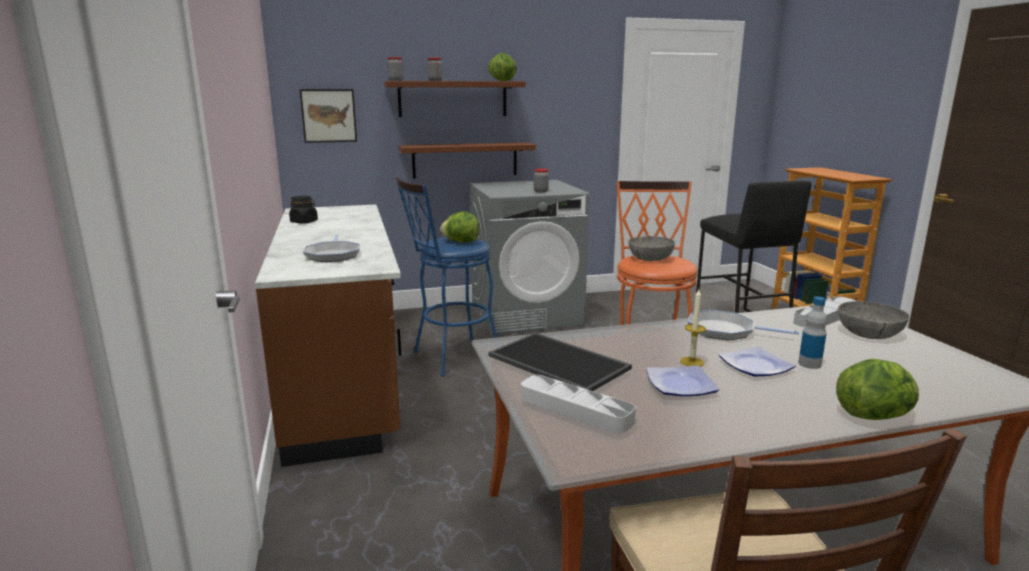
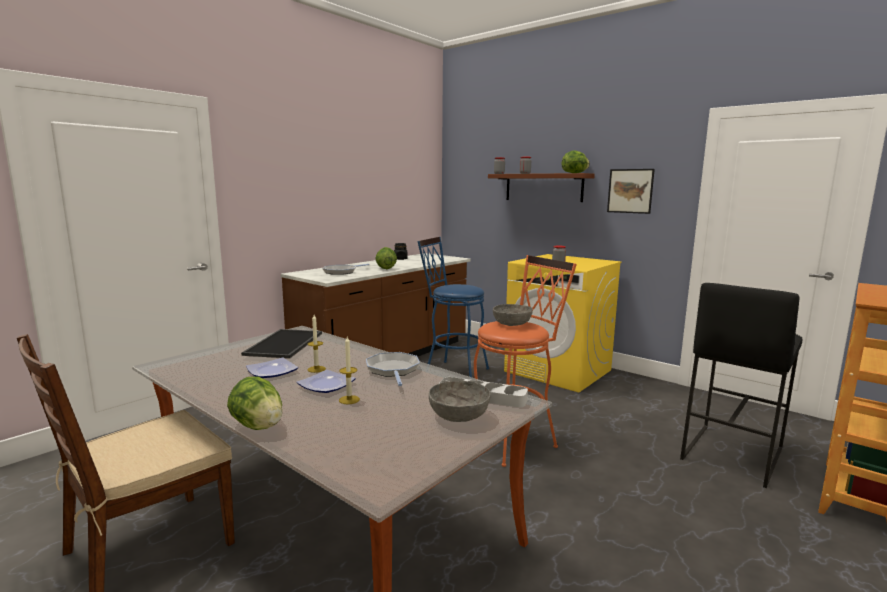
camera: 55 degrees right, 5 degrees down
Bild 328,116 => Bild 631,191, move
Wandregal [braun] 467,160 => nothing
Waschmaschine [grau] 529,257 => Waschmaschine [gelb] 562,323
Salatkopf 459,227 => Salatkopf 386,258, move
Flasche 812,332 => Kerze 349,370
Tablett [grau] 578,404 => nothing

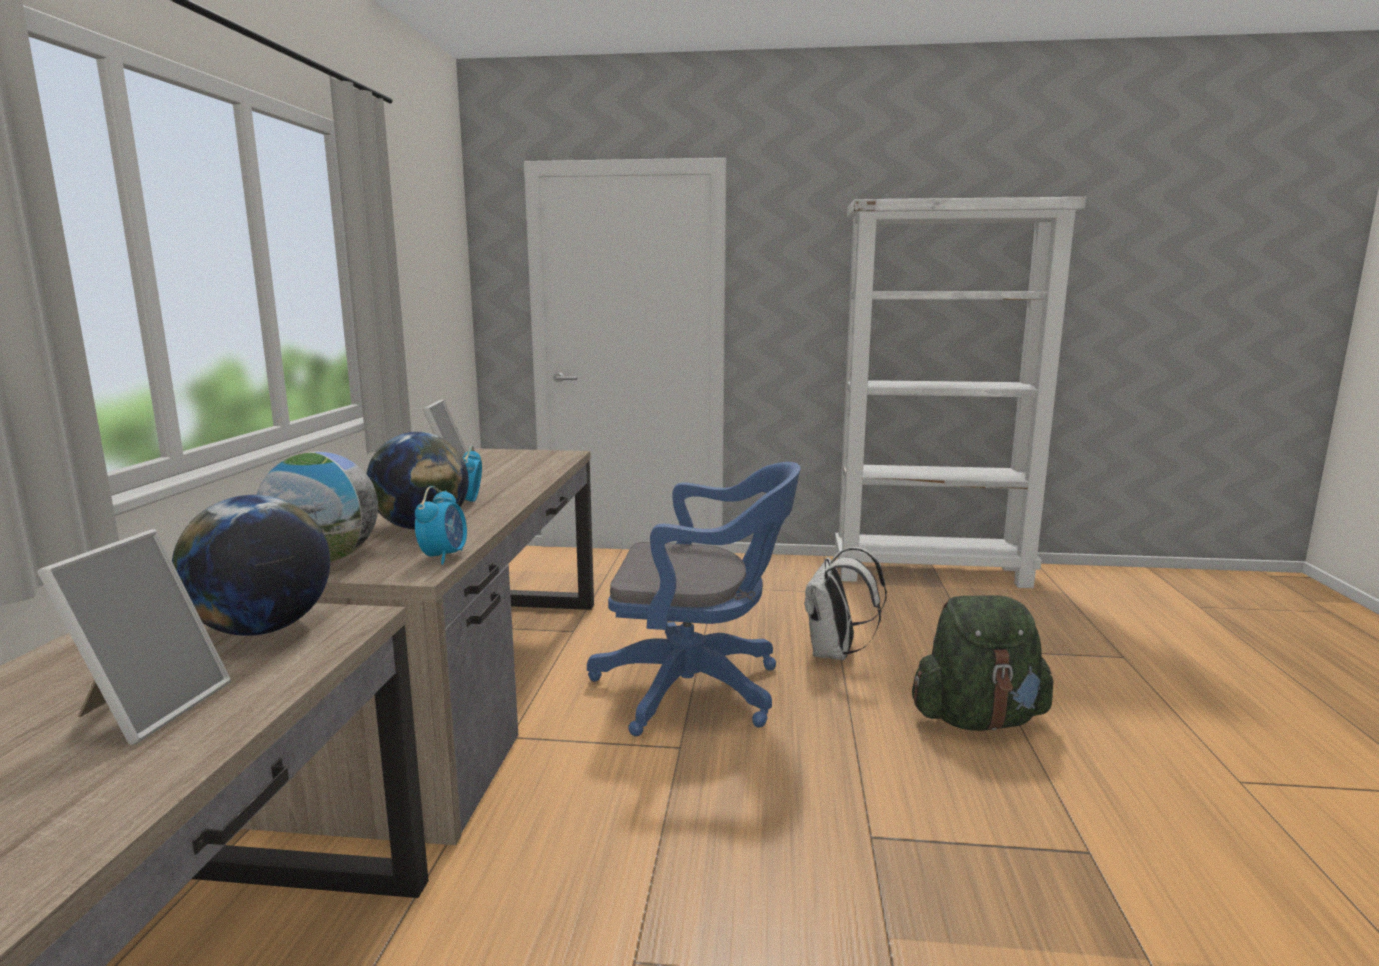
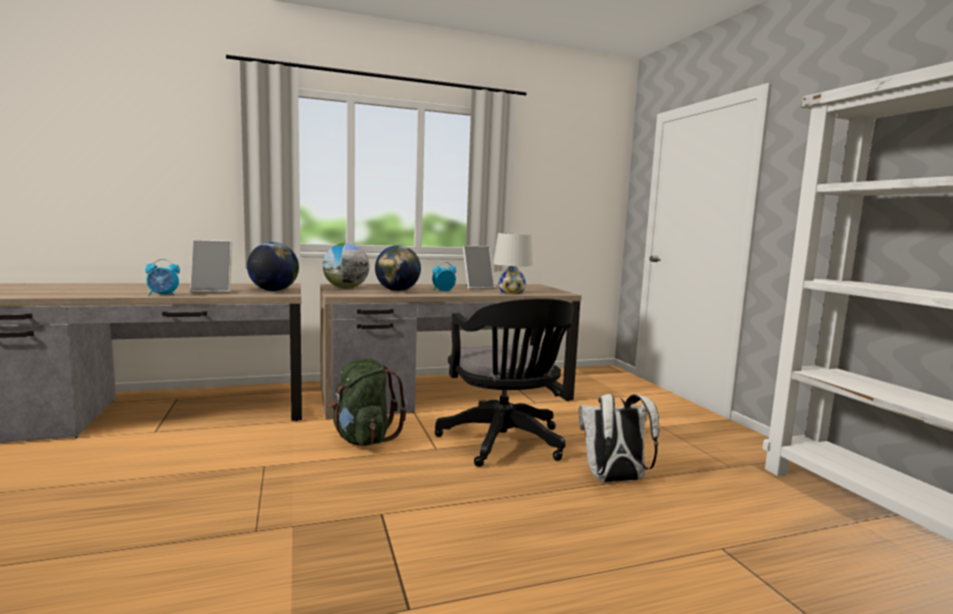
camera: 65 degrees right, 5 degrees down
Bürostuhl [blau] 694,599 => Bürostuhl [schwarz] 504,382
Wecker 441,525 => Wecker 162,277, move
Rucksack [grün] 983,663 => Rucksack [grün] 367,402, move
nothing => Tischlampe [weiß] 513,263

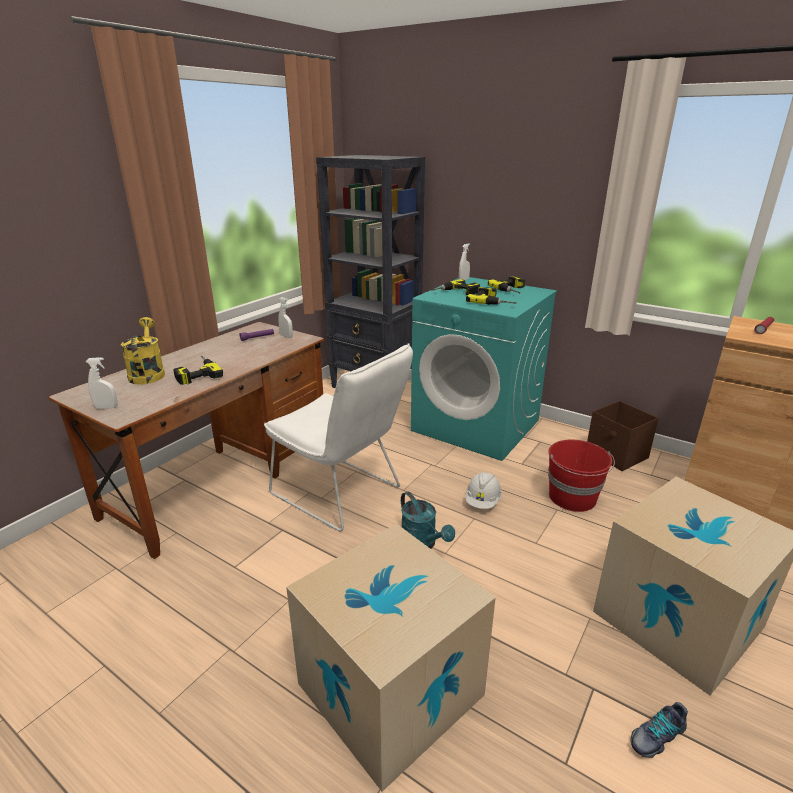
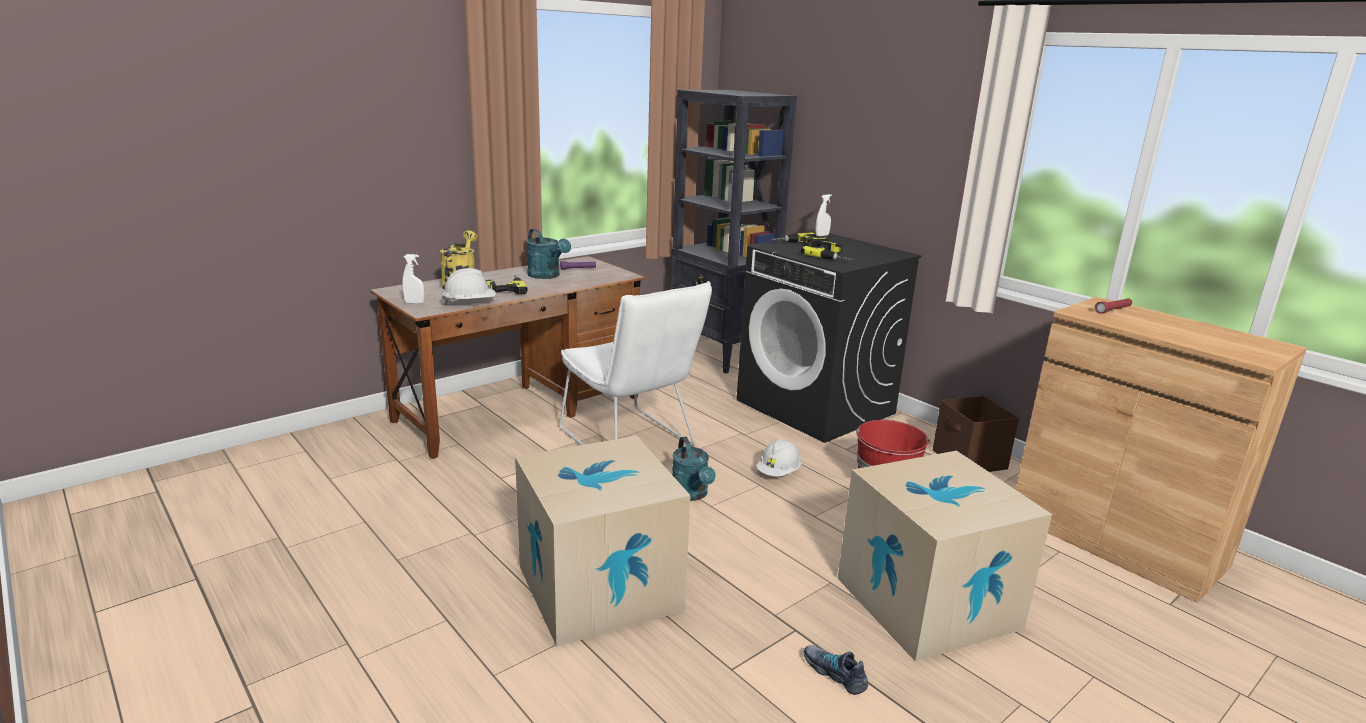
camera: 15 degrees right, 5 degrees down
Bohrmaschine 506,284 => nothing
Waschmaschine [türkis] 484,369 => Waschmaschine [schwarz] 829,338
Sprühflasche [weiß] 286,317 => nothing
Schuh 659,730 => Schuh 836,670, 60 degrees clockwise
nothing => Gießkanne [türkis] 549,254
nothing => Schutzhelm [weiß] 469,286

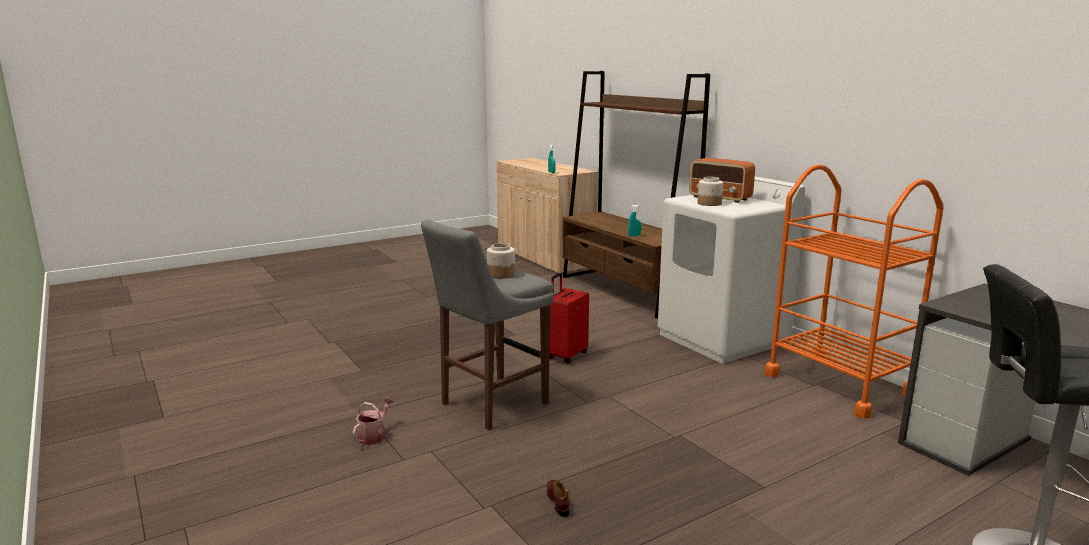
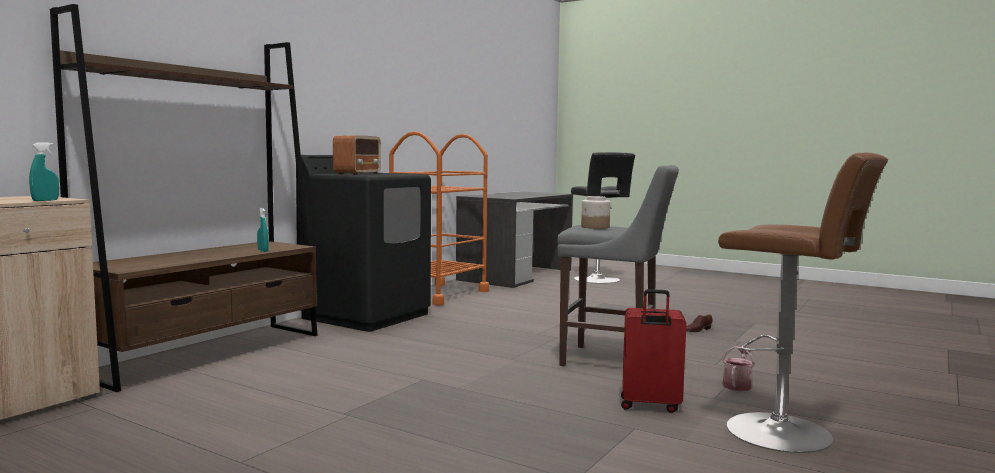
camera: 115 degrees left, 10 degrees down
Waschmaschine [weiß] 731,270 => Waschmaschine [schwarz] 363,243
Vorratsglas 710,191 => nothing
Koffer [rot] 569,318 => Koffer [rot] 653,351, move
Gießkanne 373,421 => Gießkanne 738,368, 120 degrees clockwise
nothing => Hocker [braun] 803,303

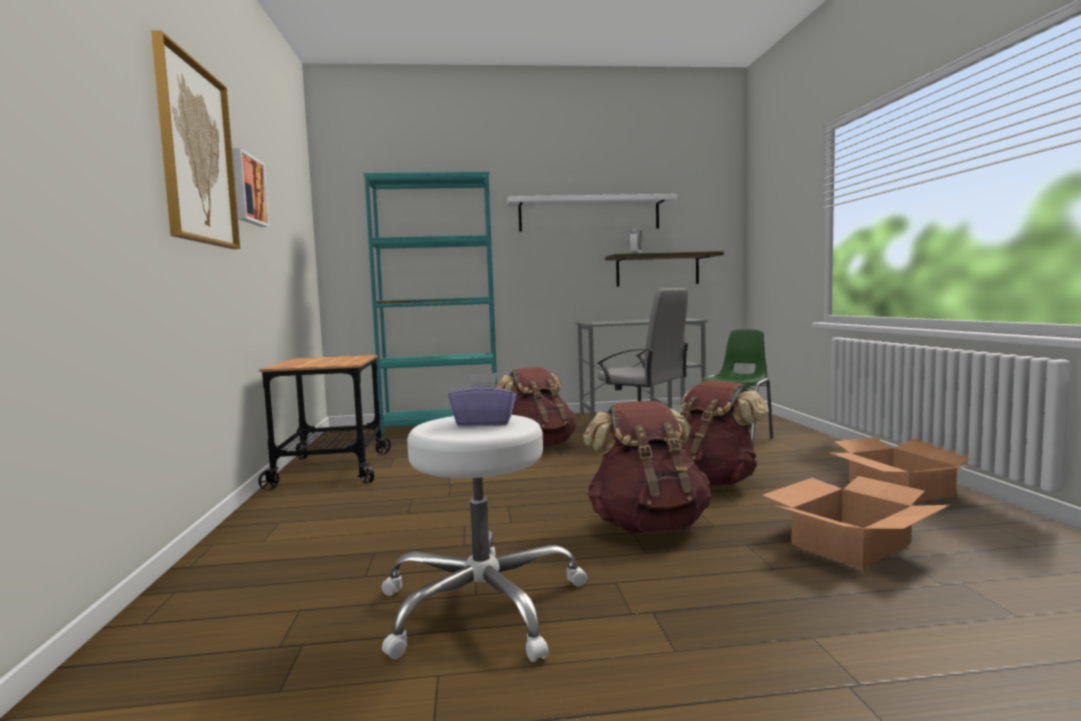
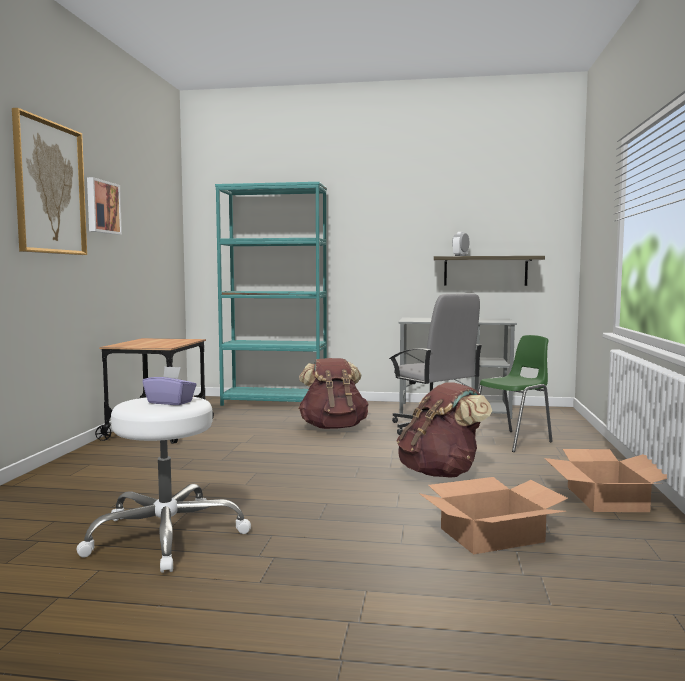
camera: 15 degrees right, 0 degrees up
Wandregal [weiß] 592,213 => nothing
Rucksack [braun] 647,467 => nothing

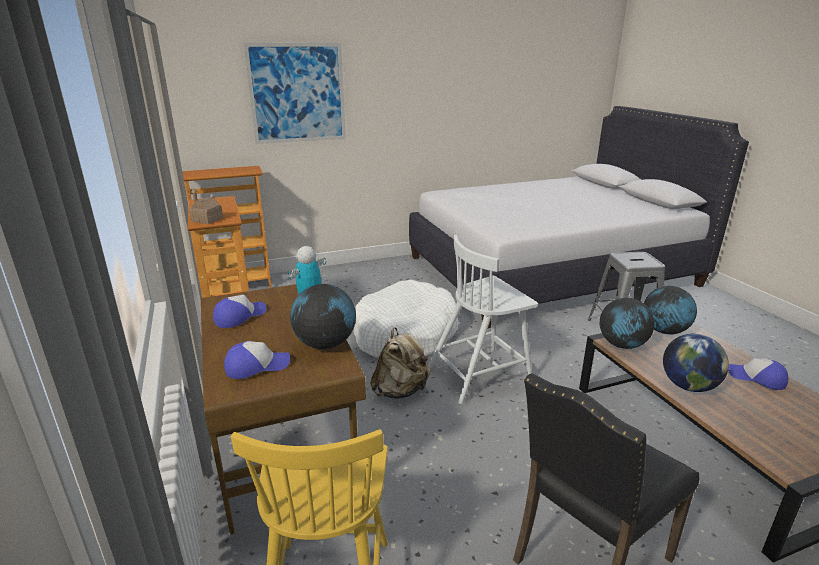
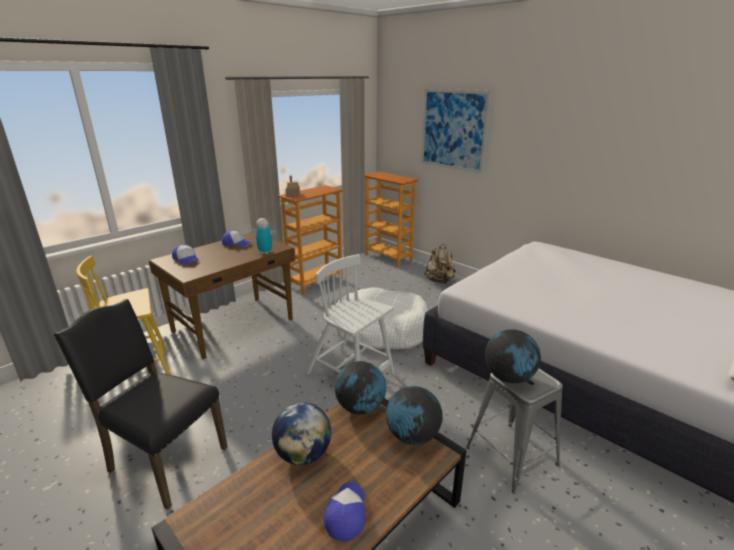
camera: 65 degrees right, 0 degrees up
Globus 323,316 => Globus 513,356, move
Rucksack [beige] 400,363 => Rucksack [beige] 440,264, move

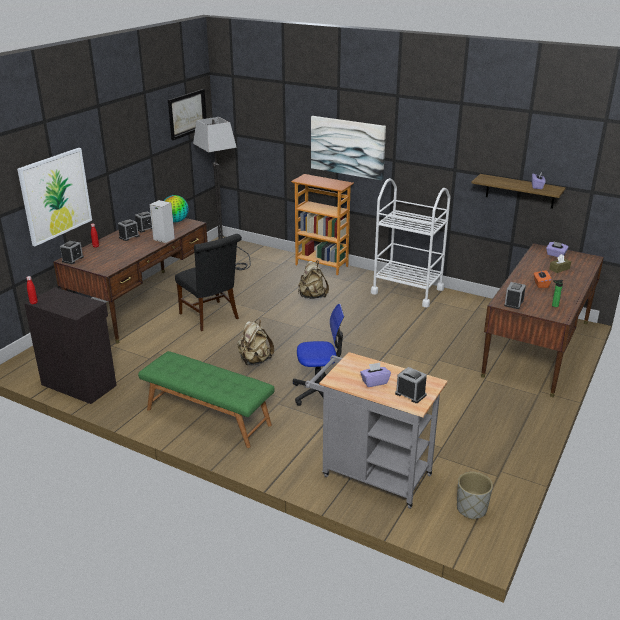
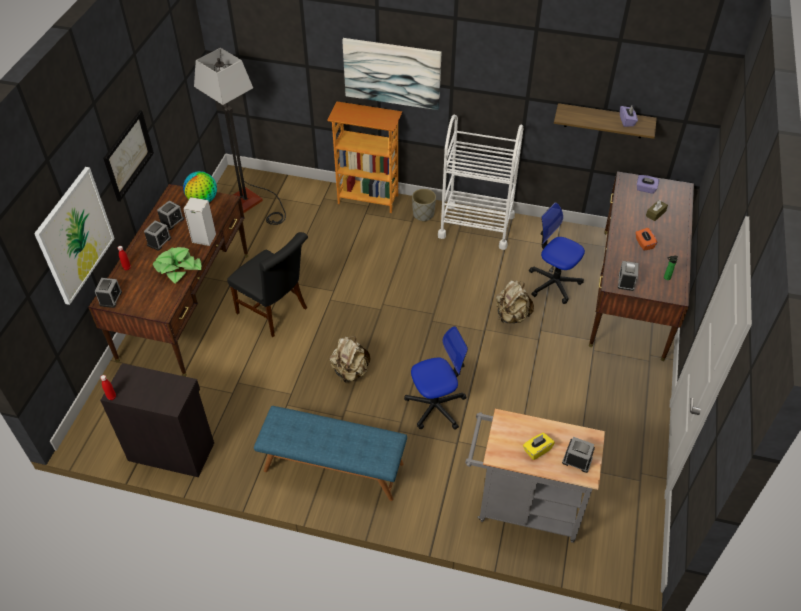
camera: 15 degrees left, 20 degrees up
Bild 187,114 => Bild 128,156, move
Rucksack [beige] 313,279 => Rucksack [beige] 515,302, move
Bank [grün] 206,399 => Bank [blau] 330,453
Taschentuchbox [lila] 375,375 => Taschentuchbox [gelb] 539,446
Pflanzkübel [grau] 475,496 => Pflanzkübel [grau] 424,205, move
nothing => Bürostuhl 557,253
nothing => Topfpflanze 177,265

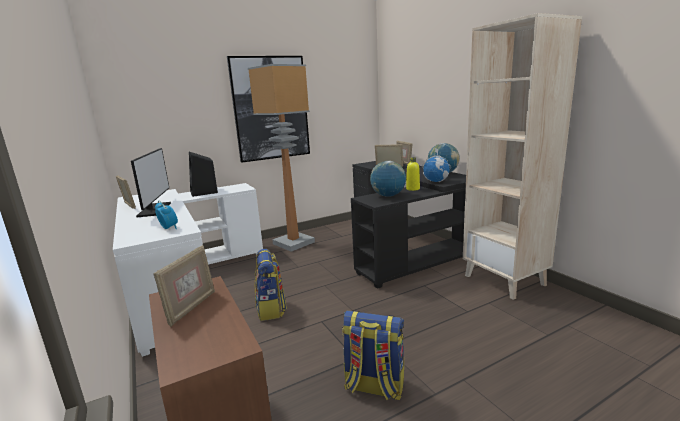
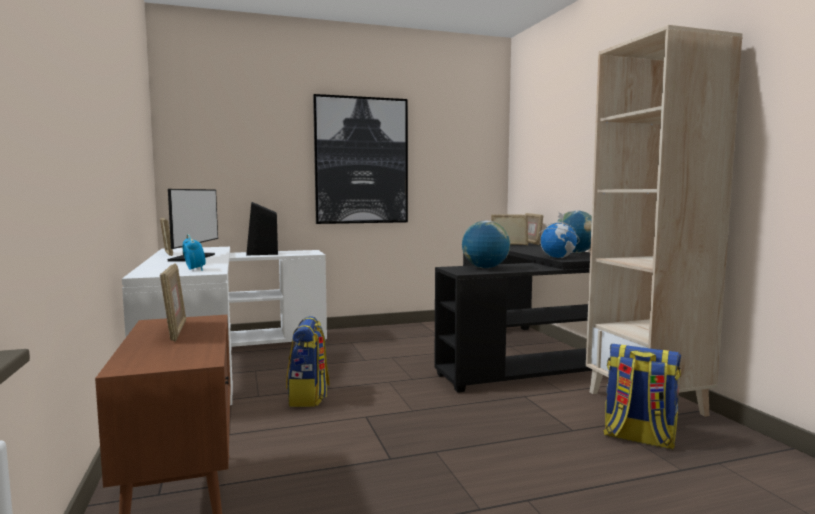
camera: 10 degrees right, 10 degrees down
Stehlampe 281,158 => nothing
Flasche [gelb] 413,174 => nothing
Bilderrahmen 184,286 => Bilderrahmen 173,302, 45 degrees counterclockwise
Rucksack 373,355 => Rucksack 642,396, move

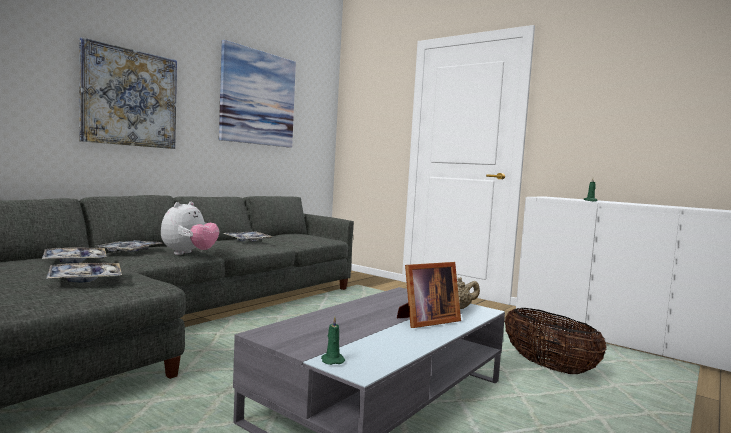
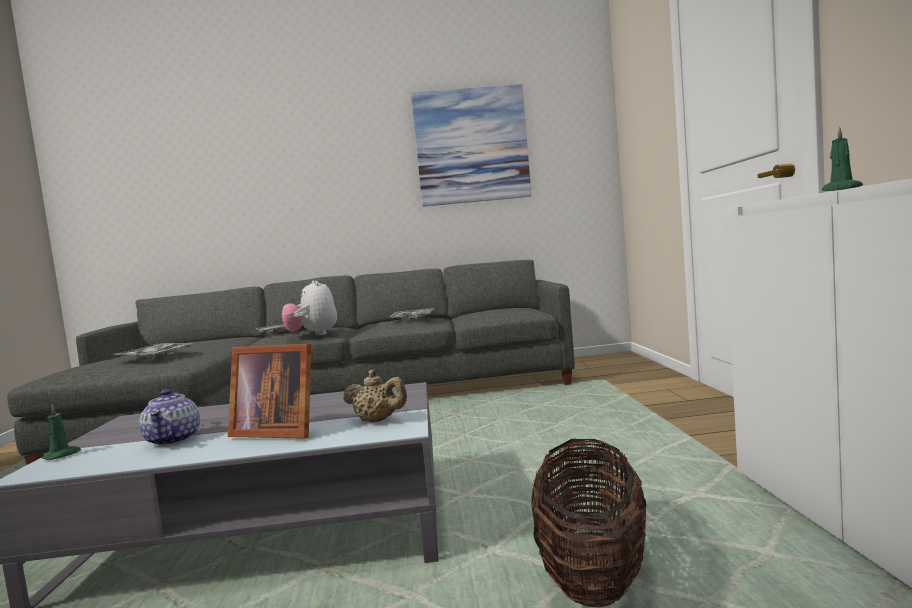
camera: 50 degrees right, 0 degrees up
Bild 128,93 => nothing
Plüschtier 190,228 => Plüschtier 309,308, 90 degrees clockwise
Tablett 74,255 => nothing
nothing => Teekanne 169,417

